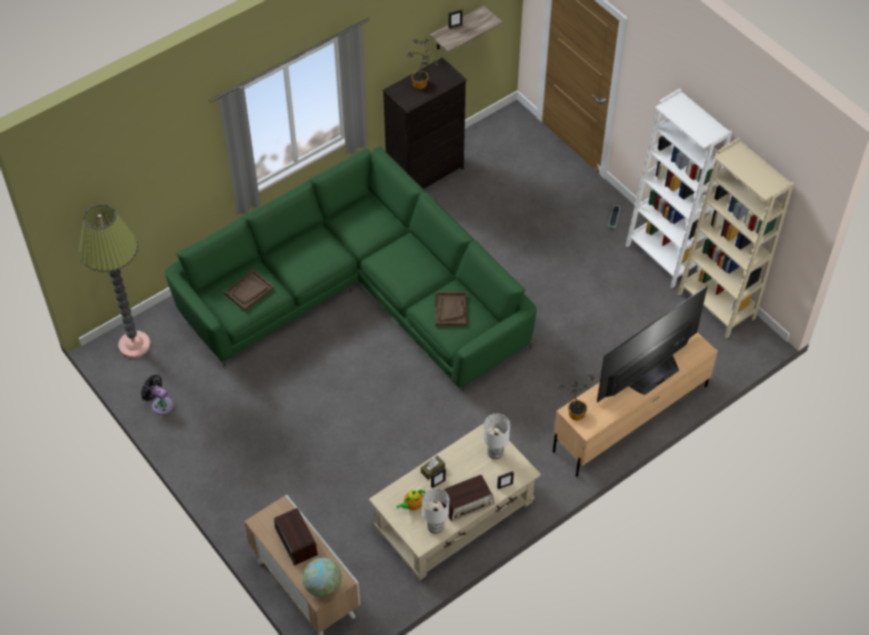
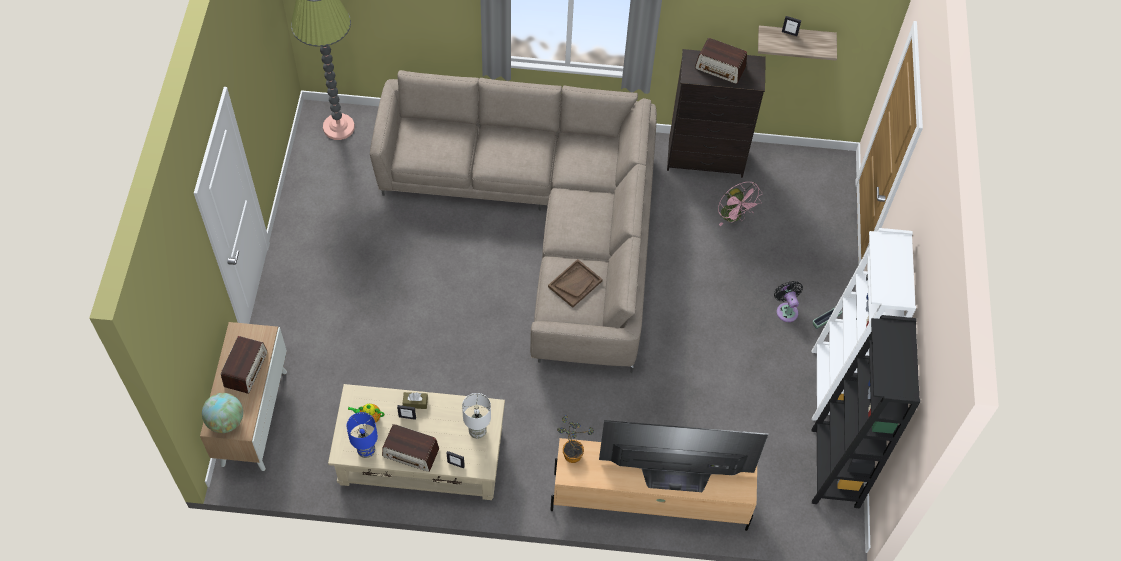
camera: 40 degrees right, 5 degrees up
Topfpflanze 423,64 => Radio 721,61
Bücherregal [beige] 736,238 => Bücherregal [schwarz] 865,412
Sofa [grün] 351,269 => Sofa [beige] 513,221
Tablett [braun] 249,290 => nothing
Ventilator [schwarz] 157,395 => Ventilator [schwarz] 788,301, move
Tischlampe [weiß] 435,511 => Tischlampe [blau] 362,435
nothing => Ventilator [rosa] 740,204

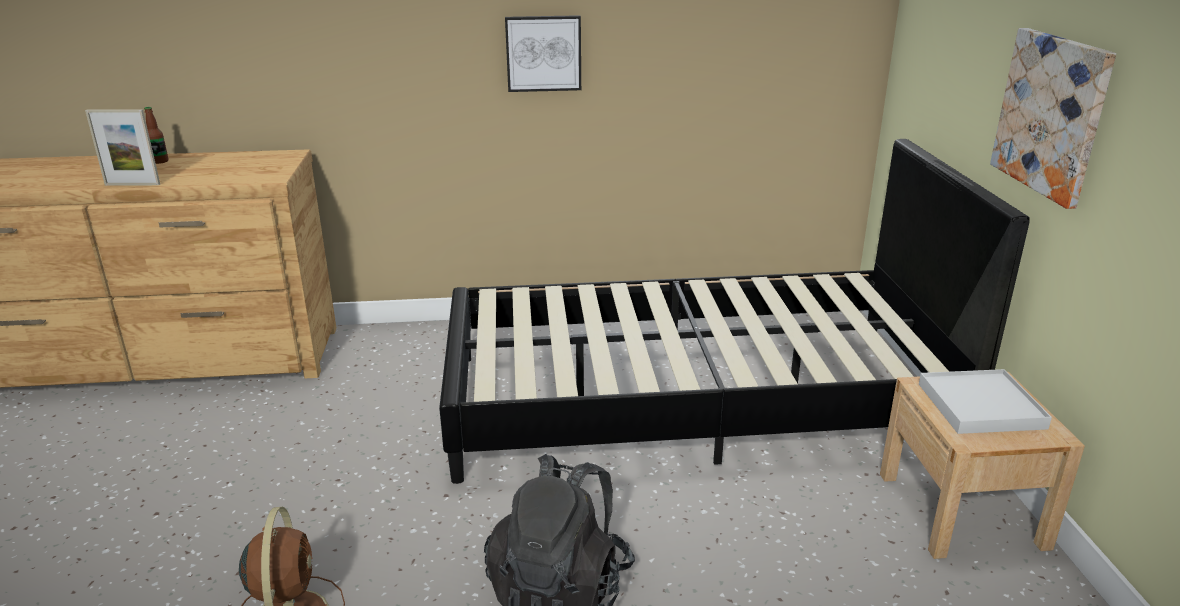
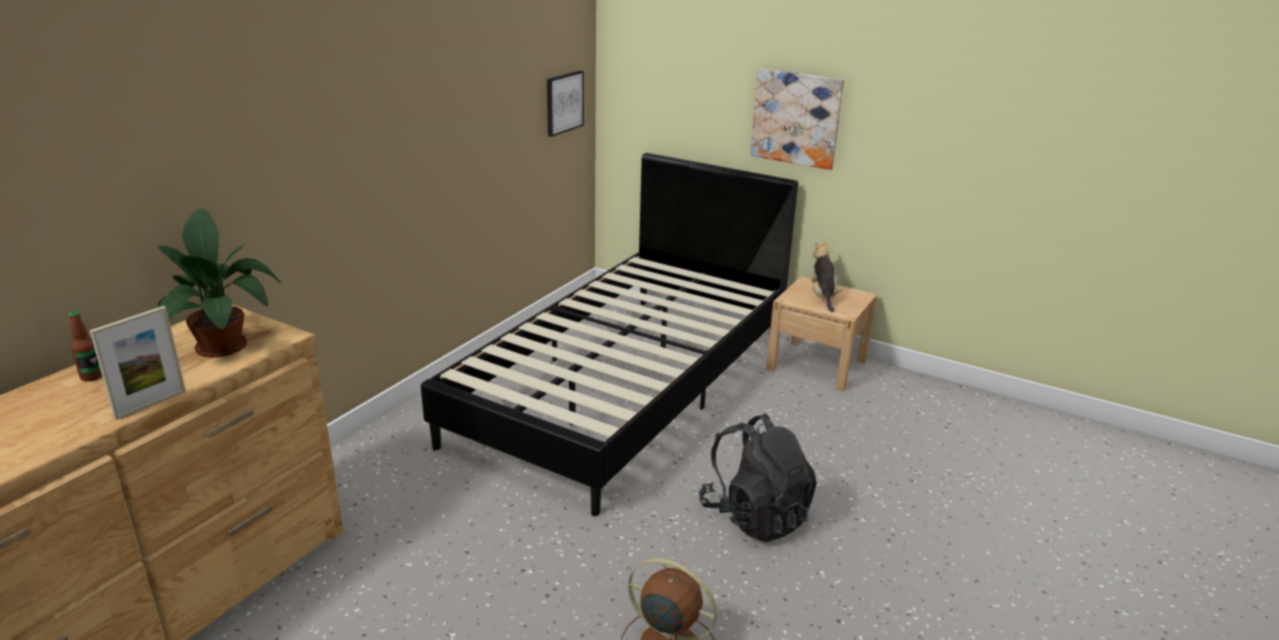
camera: 55 degrees left, 0 degrees up
Bild 543,53 => Bild 565,104, move
Tablett [weiß] 985,401 => Plüschtier 826,276
nothing => Topfpflanze 220,283

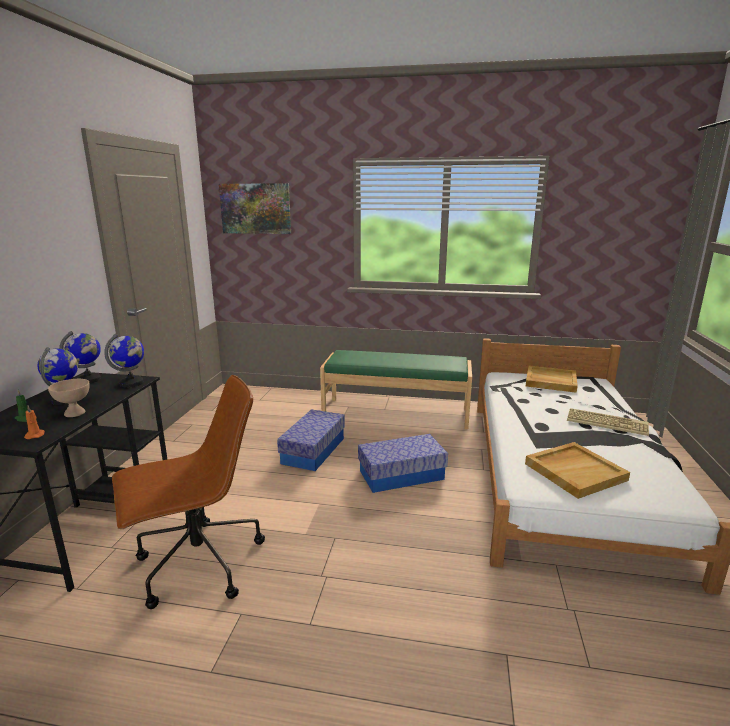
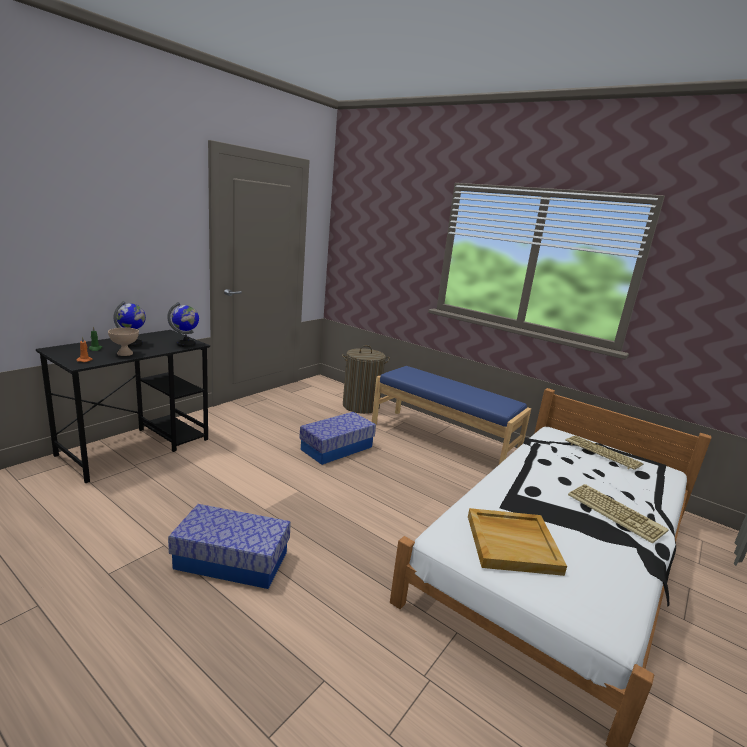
camera: 25 degrees right, 0 degrees up
Bild 255,208 => nothing
Globus 80,357 => nothing
Bank [grün] 396,389 => Bank [blau] 451,415
Tablett [beige] 552,379 => Tastatur 604,453
Bürostuhl [braun] 188,492 => nothing
Aufbewahrungsbox 403,463 => Aufbewahrungsbox 229,546, move
nothing => Wäschekorb 366,379

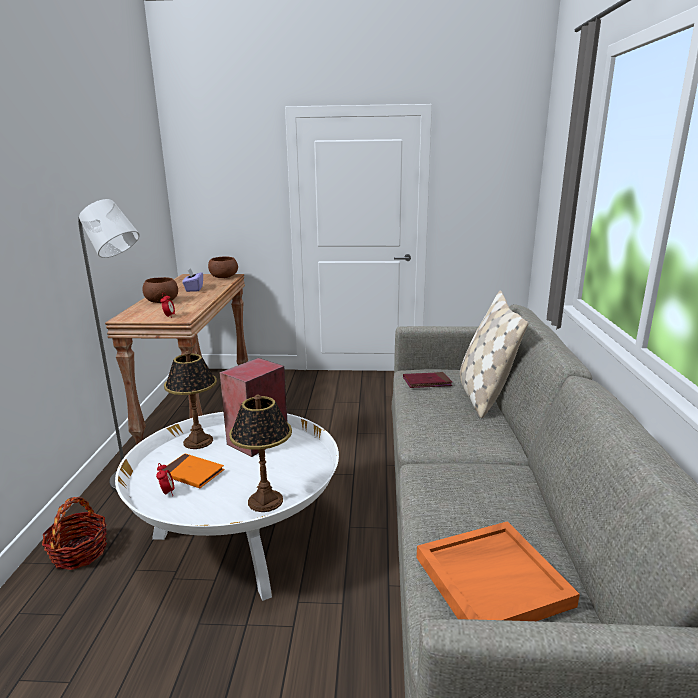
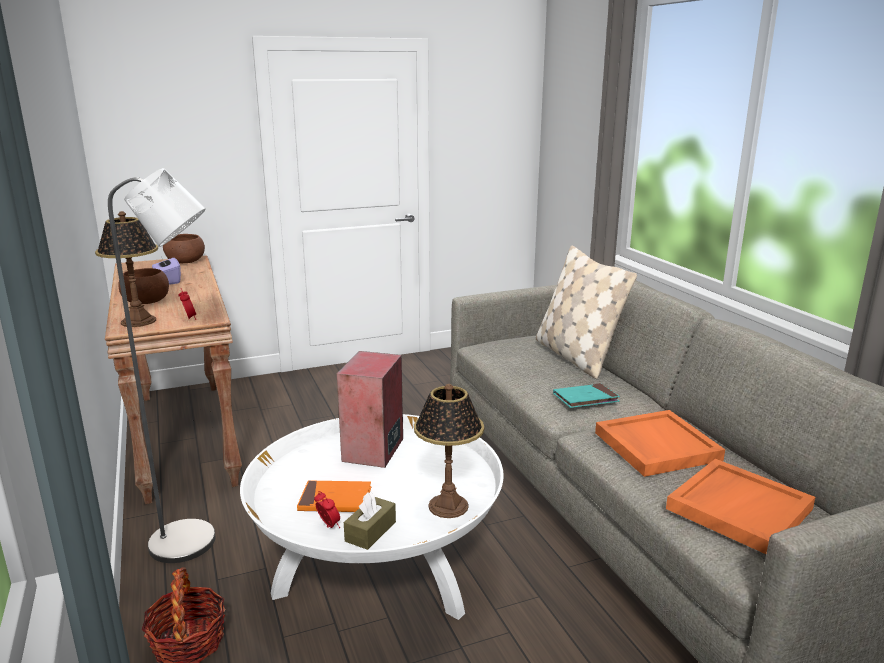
camera: 25 degrees left, 0 degrees up
Tischlampe 190,400 => Tischlampe 126,269, move
Buch [rot] 427,380 => nothing
nothing => Buch [türkis] 586,395
nothing => Tablett [orange] 660,443
nothing => Taschentuchbox [braun] 370,521

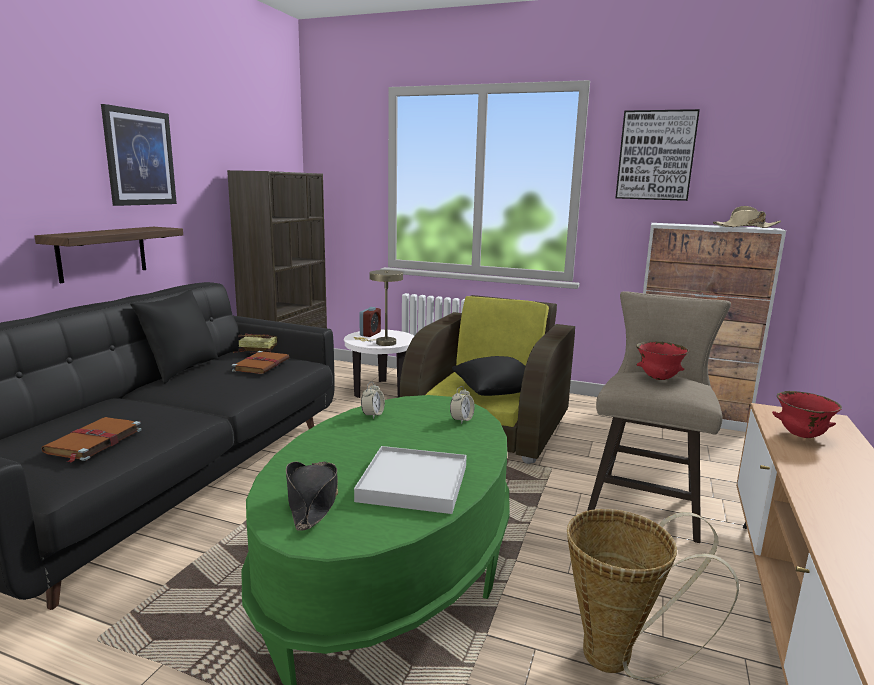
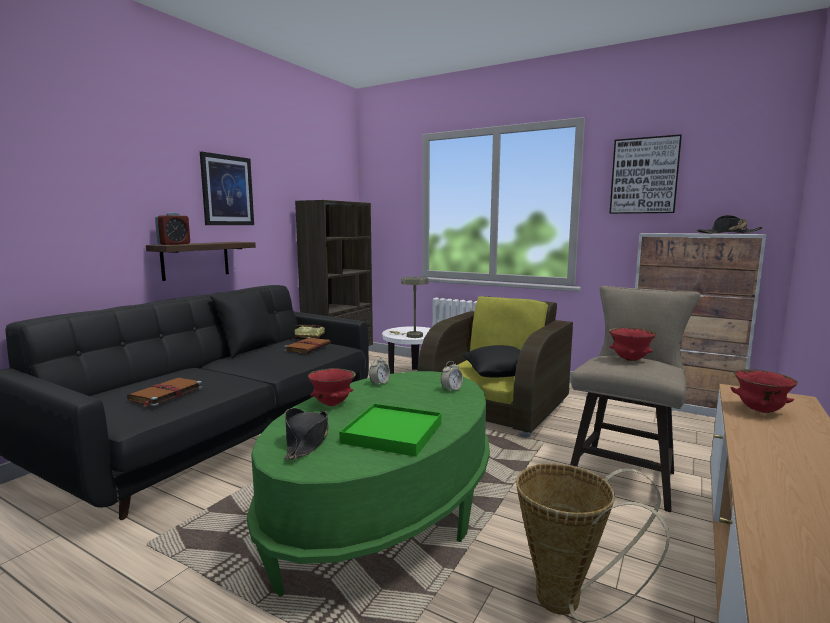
camera: 10 degrees right, 5 degrees down
Hut [beige] 747,217 => Hut [schwarz] 729,224
Wecker 370,322 => Wecker 172,228, move
Tablett [weiß] 410,480 => Tablett [grün] 390,430
nothing => Schüssel [rot] 332,387

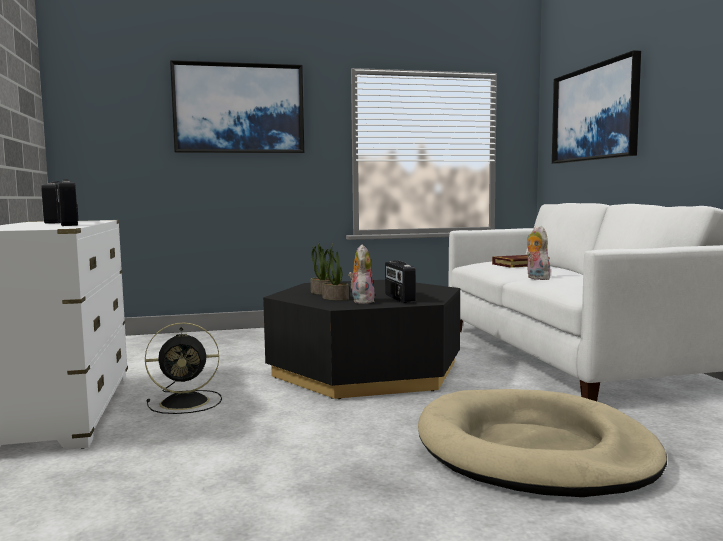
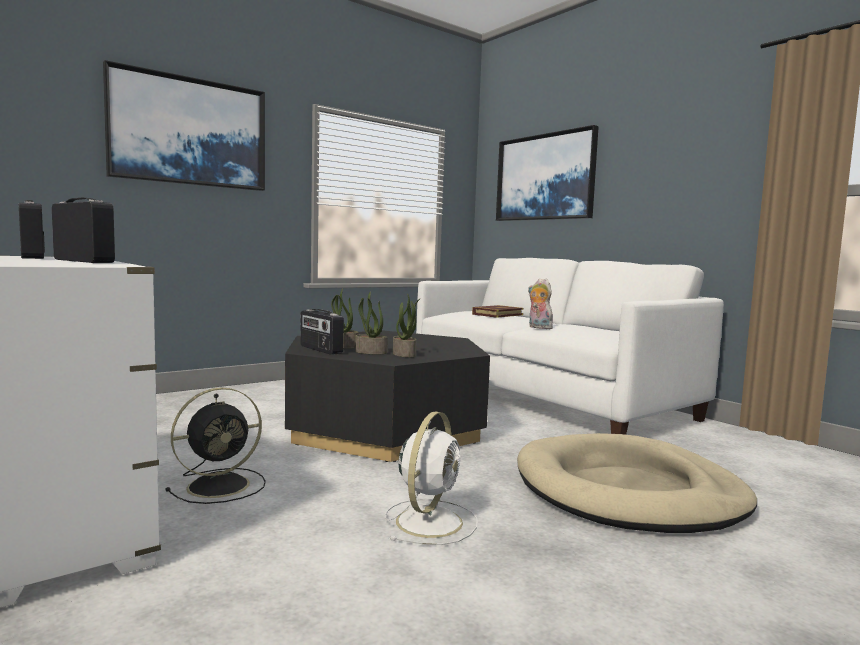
camera: 25 degrees left, 0 degrees up
Plüschtier 361,274 => Topfpflanze 407,325
Radio 400,282 => Radio 322,332, move
nothing => Ventilator [weiß] 431,478

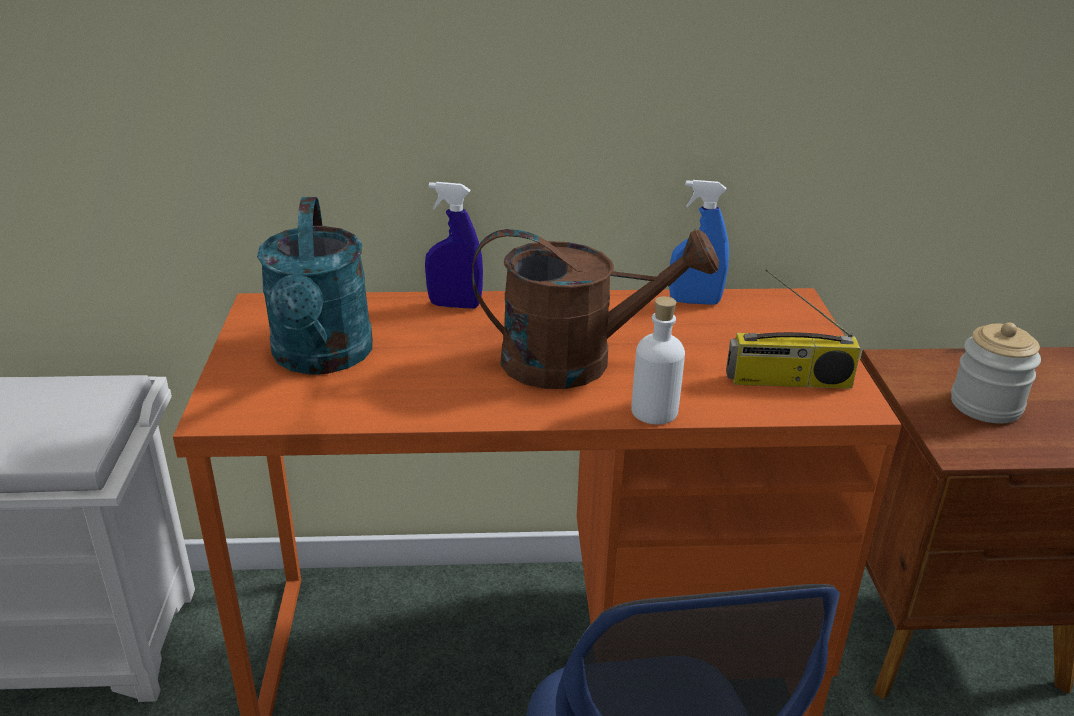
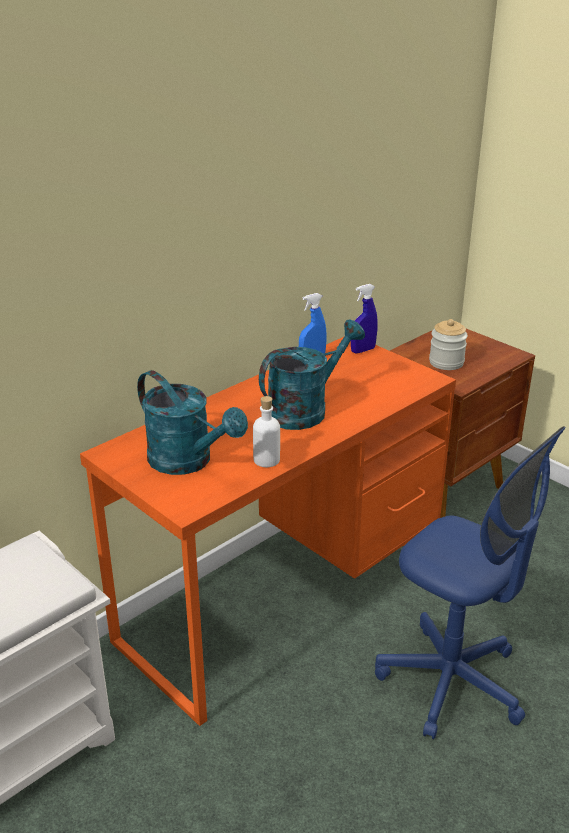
camera: 40 degrees left, 0 degrees up
Sprühflasche [blau] 454,245 => Sprühflasche [blau] 364,319, move
Gießkanne [braun] 595,309 => Gießkanne [türkis] 312,375
Radio 793,329 => nothing
Flasche [weiß] 658,360 => Flasche [weiß] 266,431, move

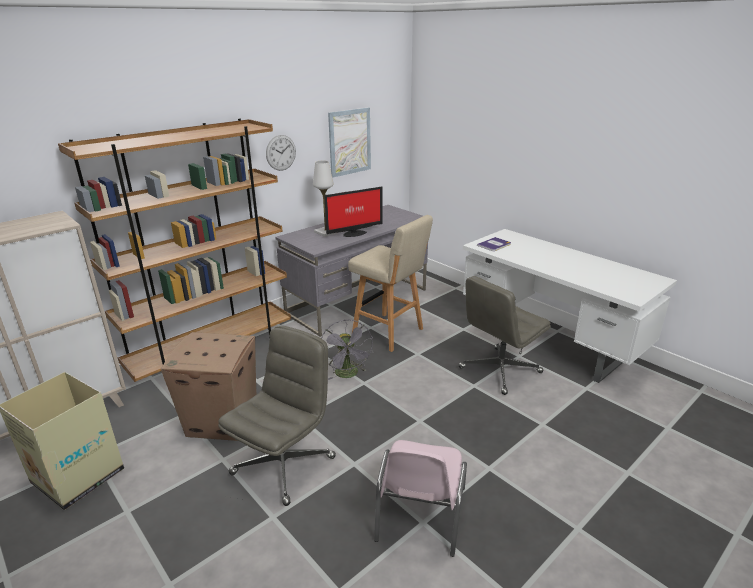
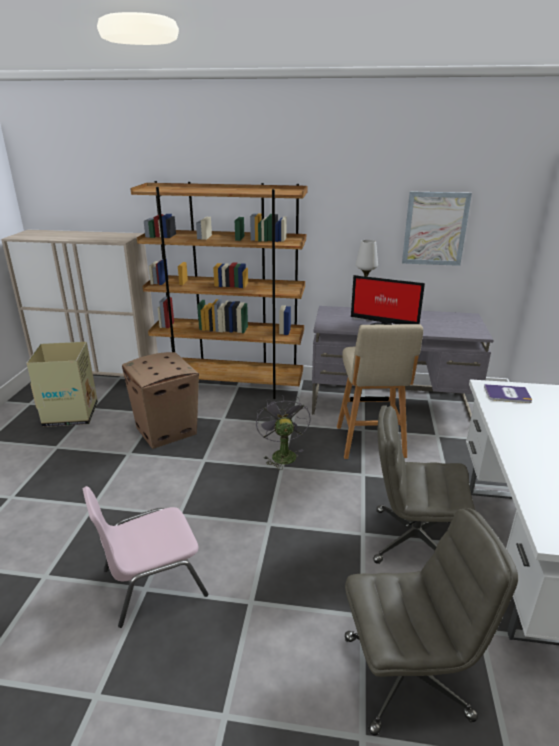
camera: 50 degrees right, 0 degrees up
Wanduhr 281,153 => nothing
Ventilator [grau] 347,350 => Ventilator [grau] 283,432, 135 degrees clockwise
Bürostuhl [grau] 277,416 => Bürostuhl [grau] 431,622, move

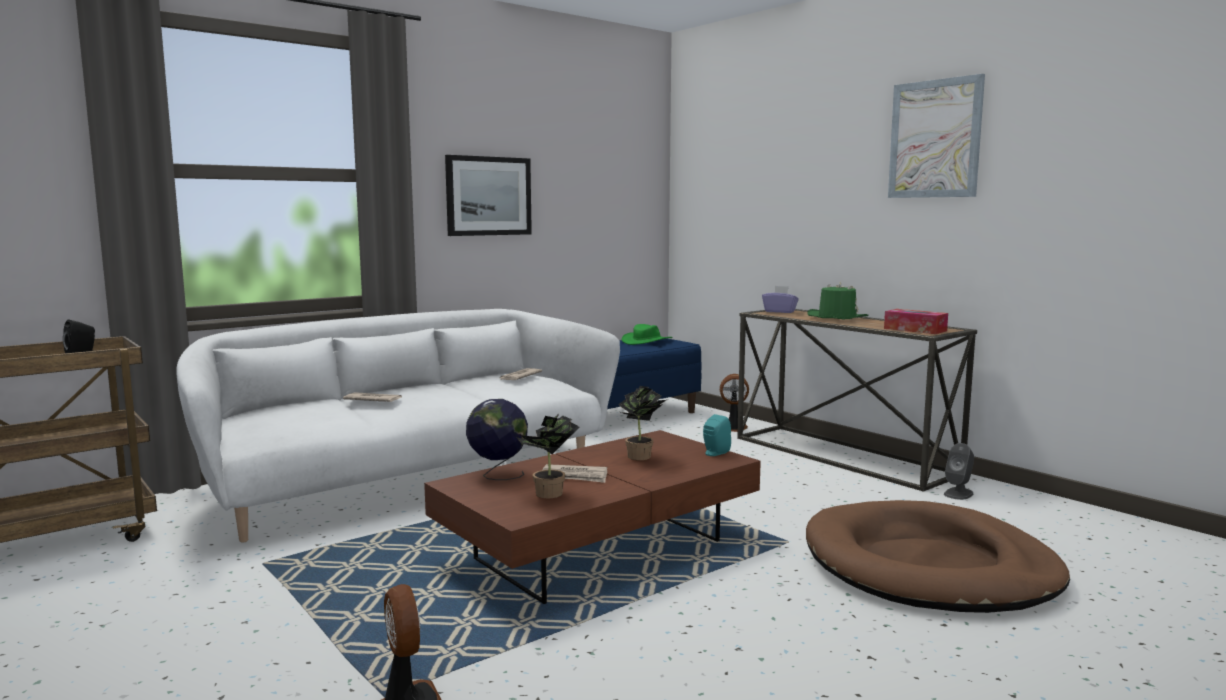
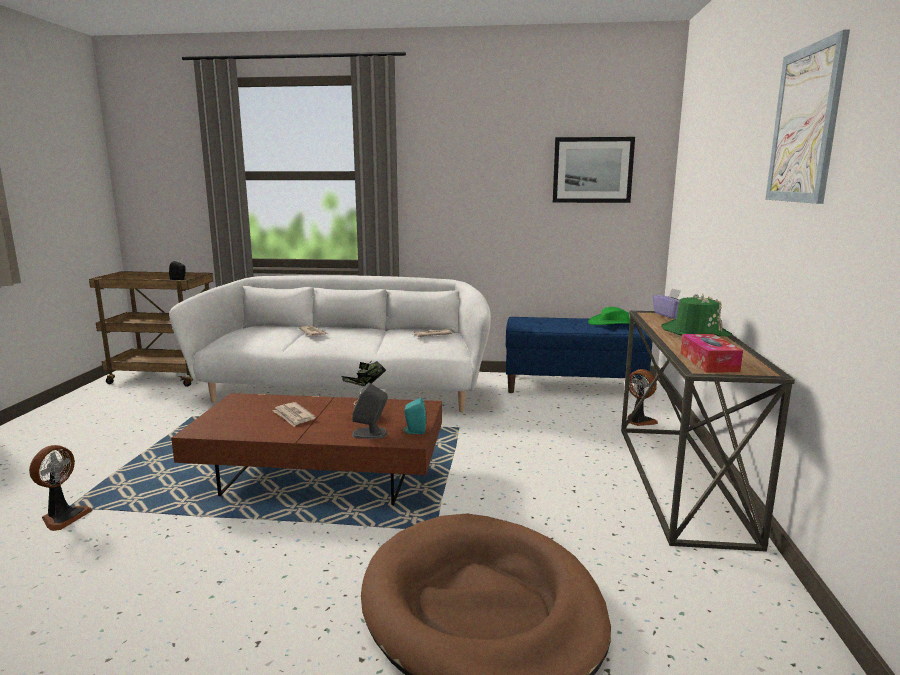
camera: 45 degrees right, 5 degrees up
Bild 488,195 => Bild 594,170, move
Globus 497,439 => nothing
Topfpflanze 548,455 => nothing
Lautsprecher [grau] 959,471 => Lautsprecher [grau] 370,411, move

